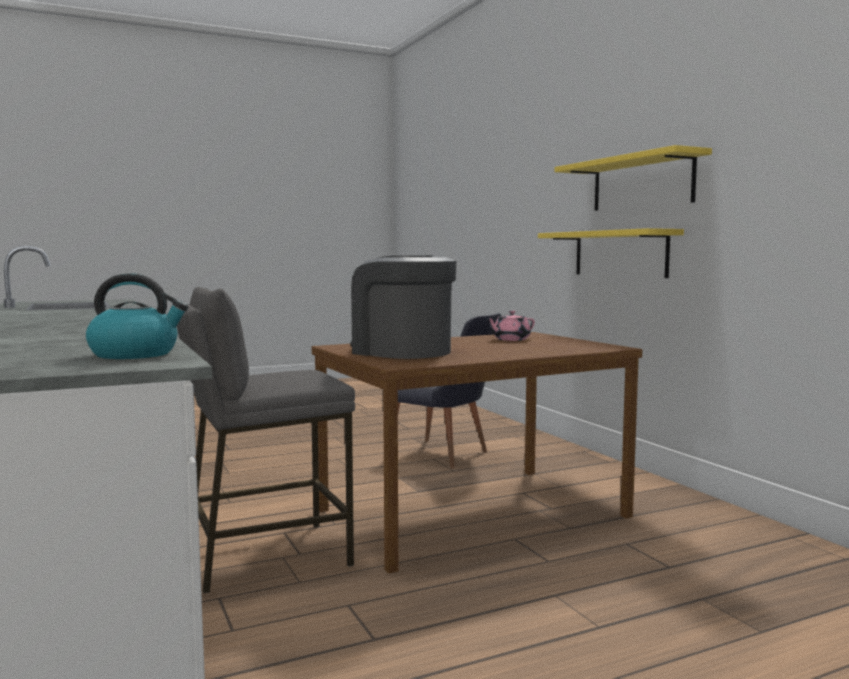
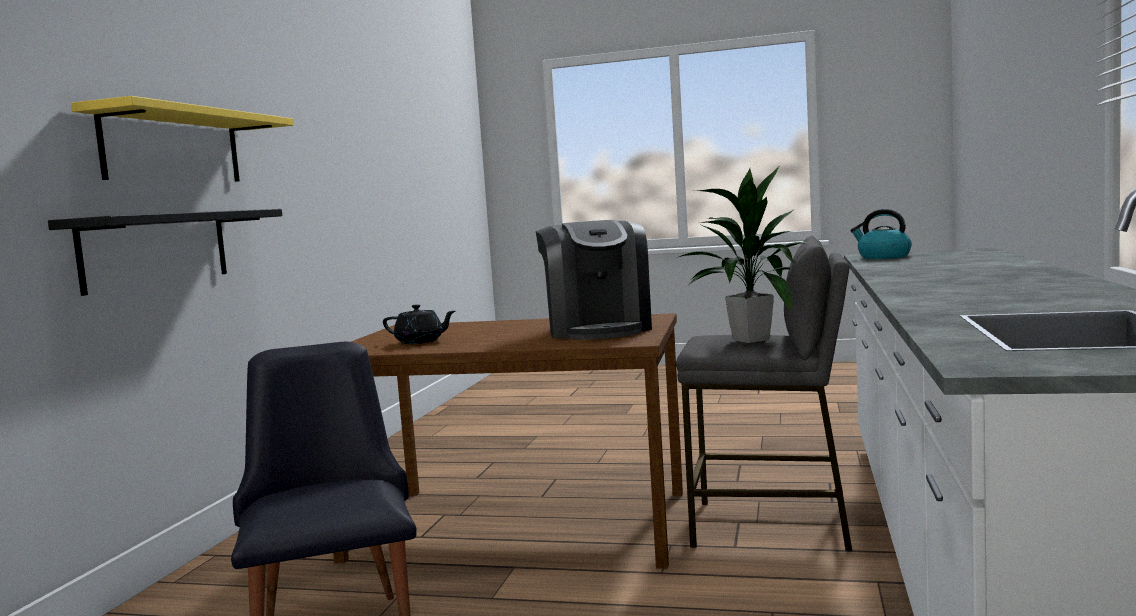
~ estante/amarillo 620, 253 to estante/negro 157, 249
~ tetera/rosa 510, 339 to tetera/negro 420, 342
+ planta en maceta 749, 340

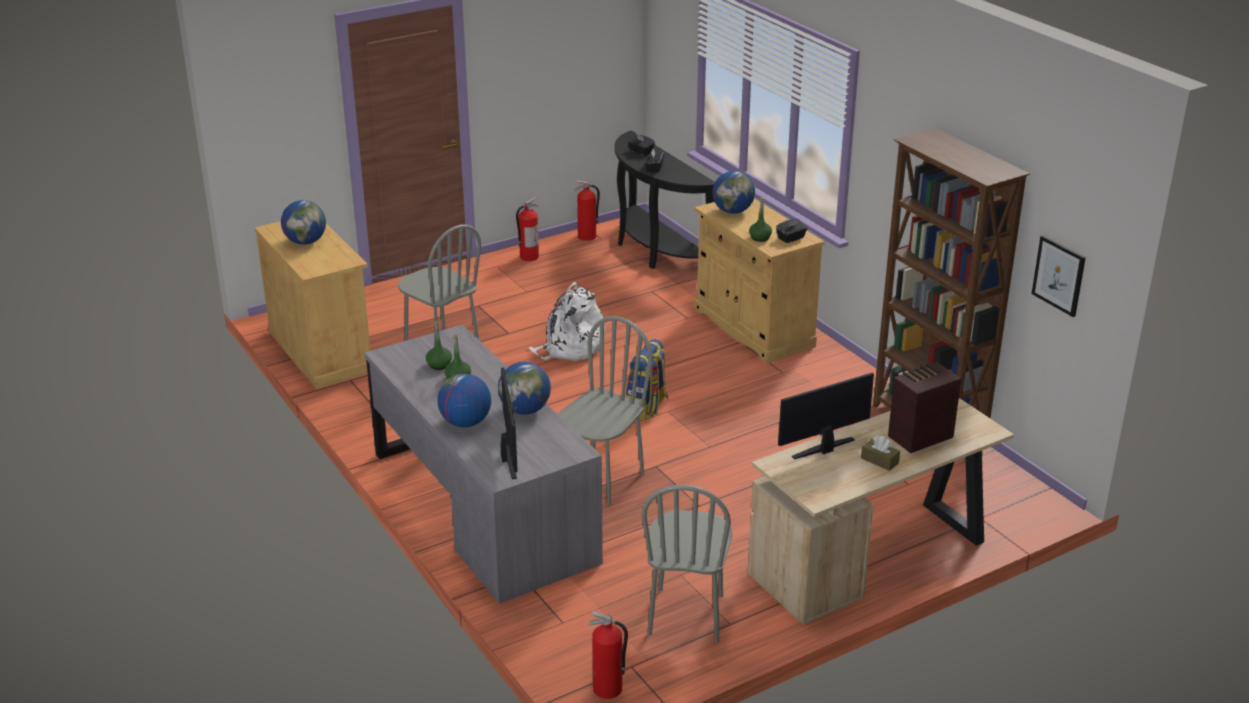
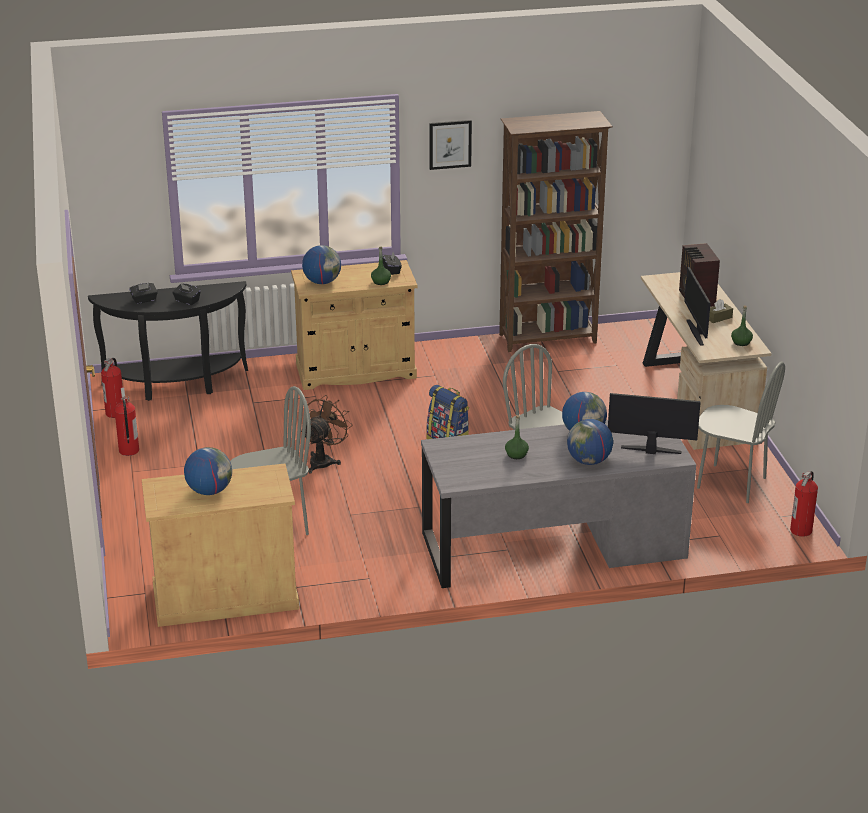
~ mochila/blanco 570, 348 to ventilador/marrón 324, 460
~ cuadro 1059, 275 to 450, 144
~ botella/verde 439, 365 to 741, 342

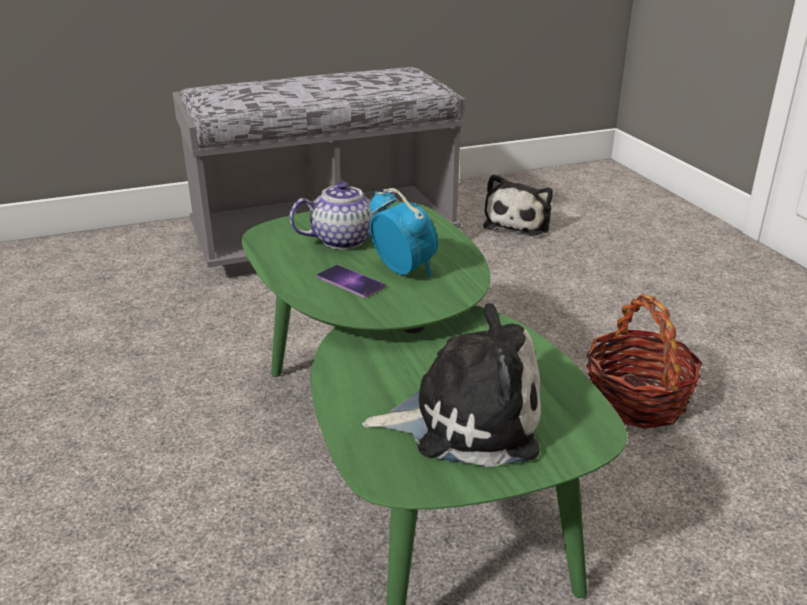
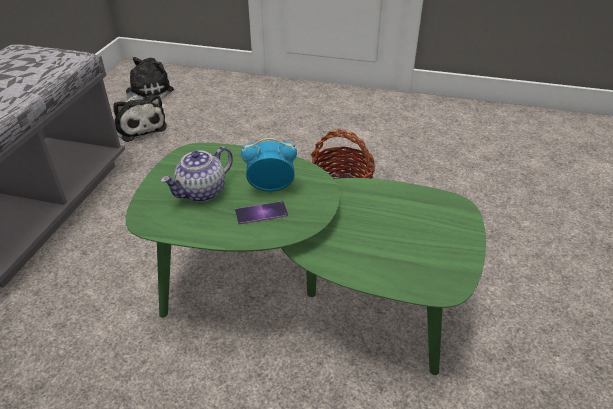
~ peluche 466, 419 to 147, 92
~ tetera 343, 240 = 202, 192 150 degrees counterclockwise

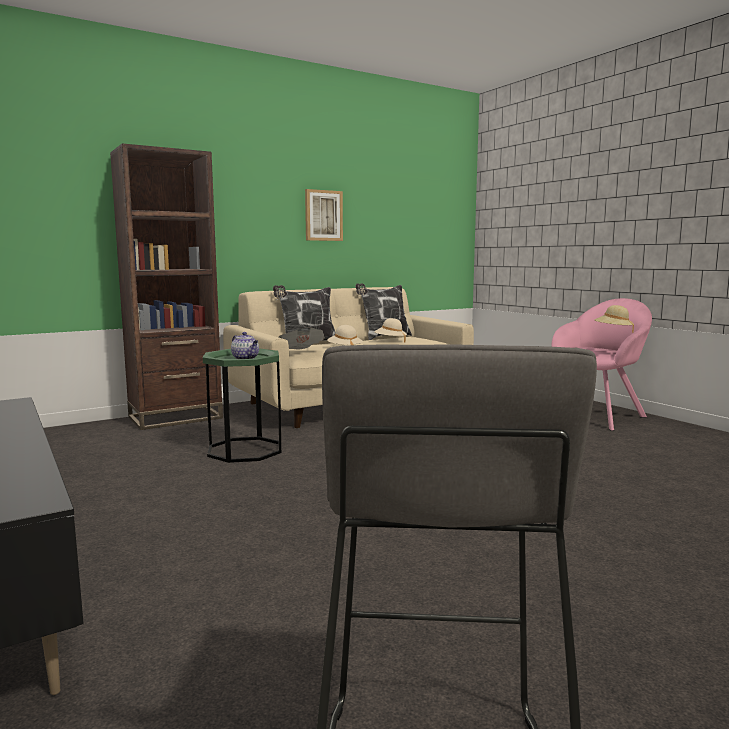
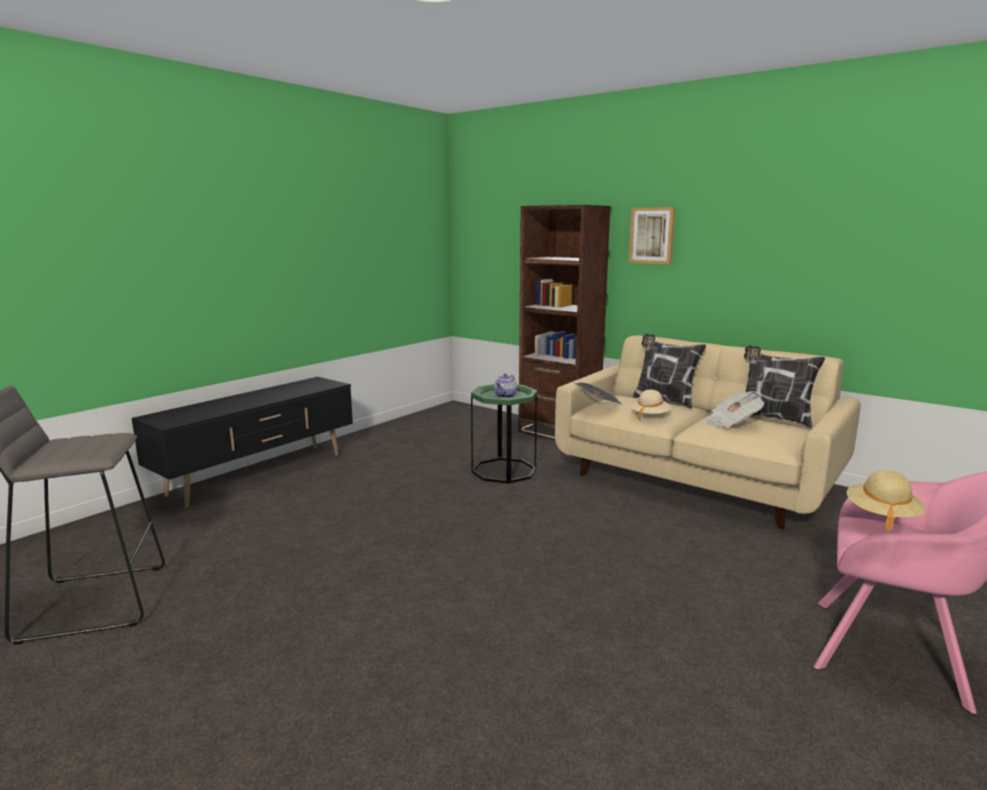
~ cuadro 323, 215 to 652, 235
~ sombrero/beis 390, 341 to periódico 731, 423

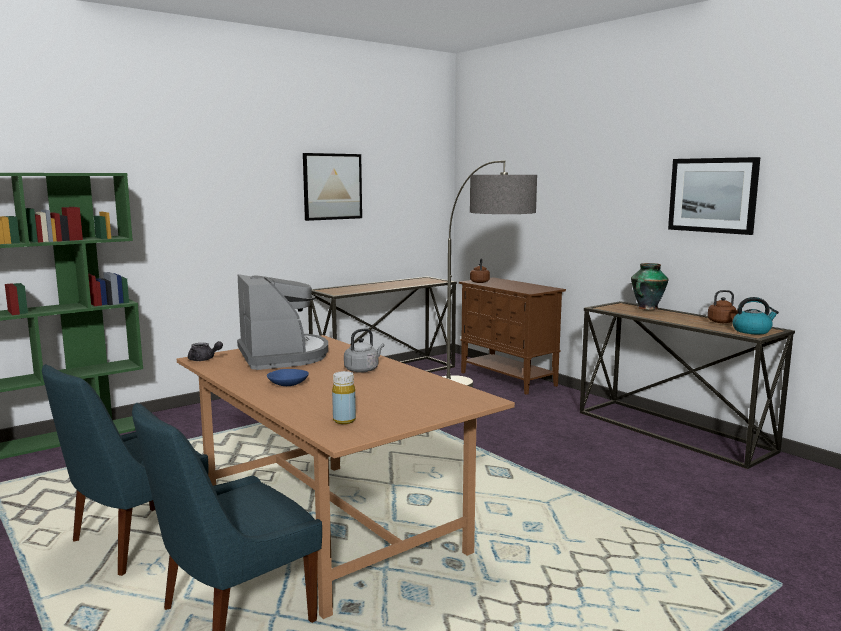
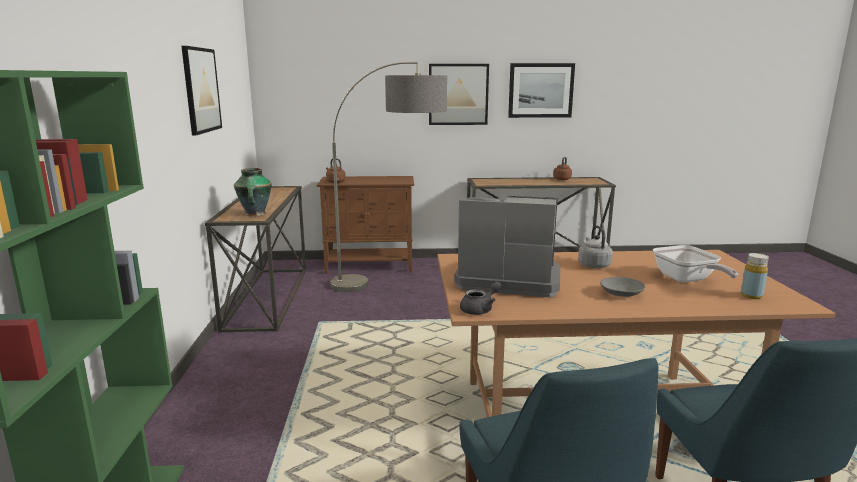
~ florero 647, 308 to 255, 214
+ cuadro 458, 94
~ cuenco/azul 288, 384 to cuenco/gris 620, 294
+ sartén 687, 280
- hervidor 752, 331

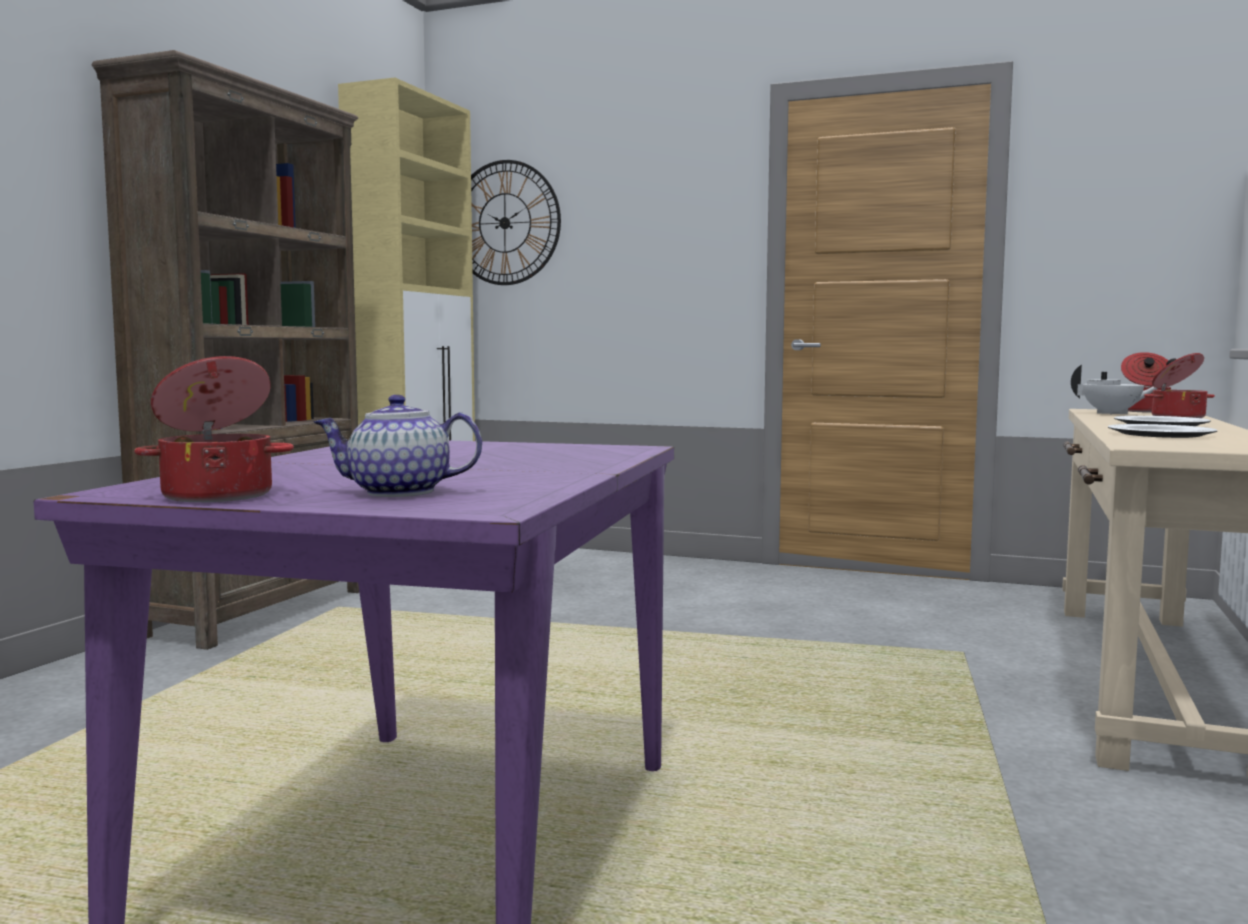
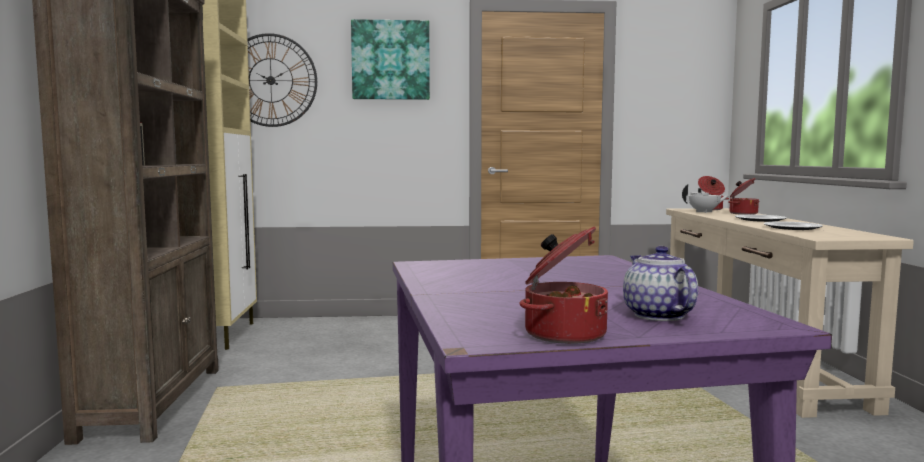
+ cuadro 390, 60
~ tetera 398, 492 = 657, 315 105 degrees clockwise

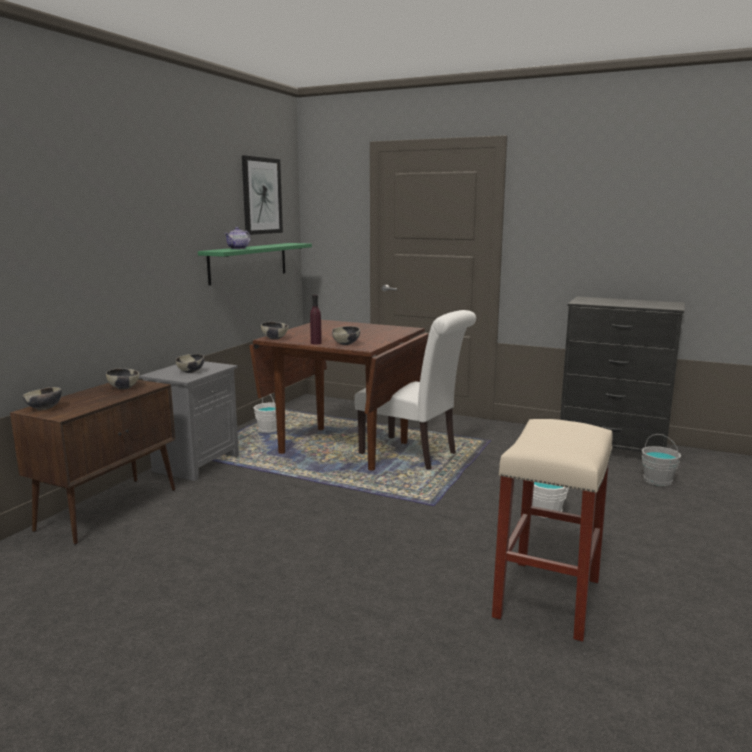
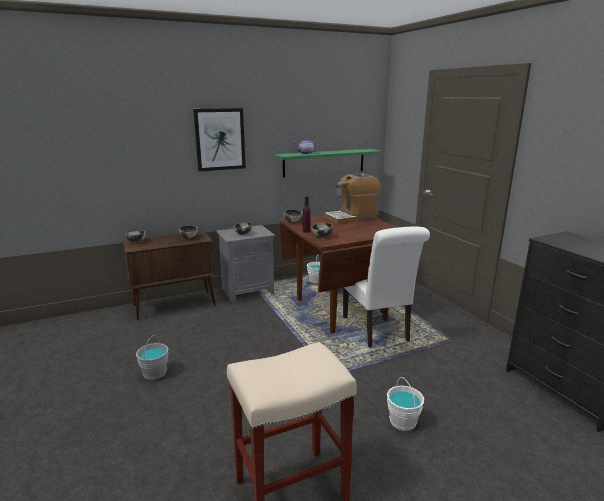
~ cubo/gris 658, 480 to 155, 373
~ cuadro 261, 196 to 220, 139
+ cafetera 351, 218

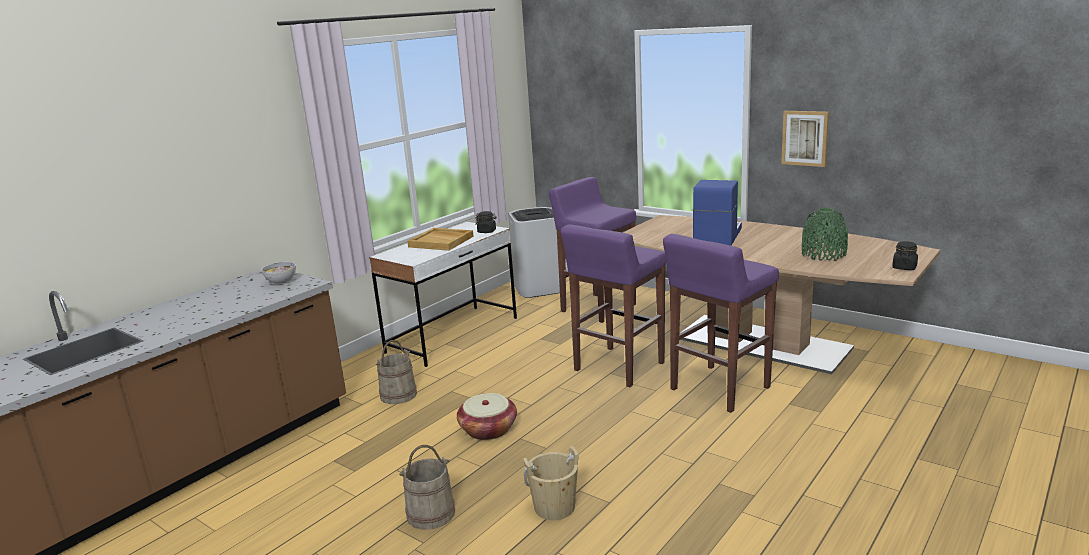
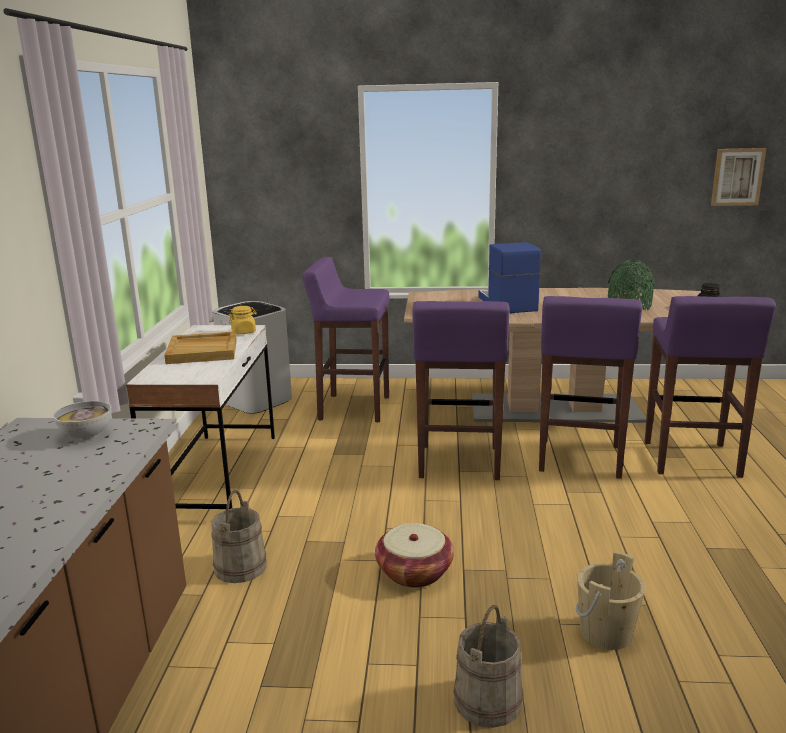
~ tarro/negro 487, 231 to tarro/amarillo 244, 332
+ taburete/morado 691, 460
~ cuadro 805, 138 to 737, 177

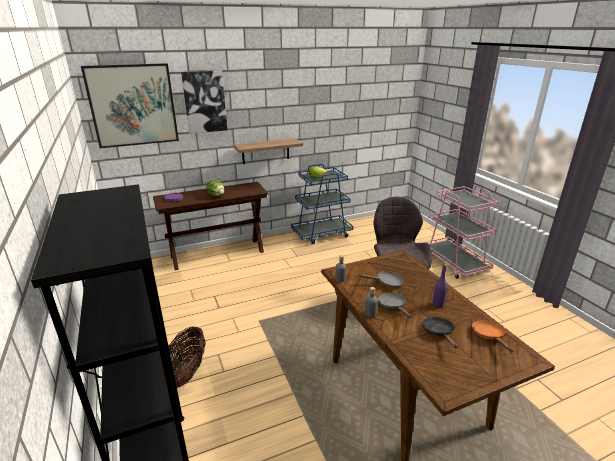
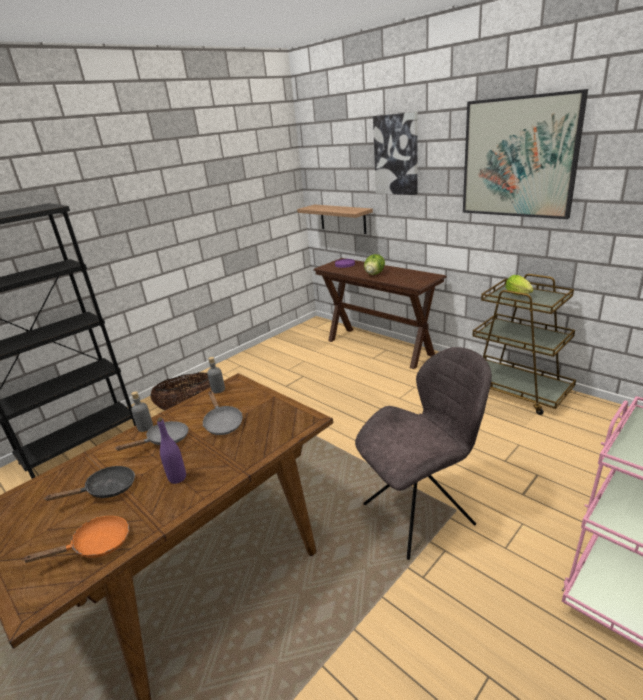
~ estante 265, 151 to 342, 218
~ cuadro 133, 105 to 518, 158
~ carrito/azul 322, 234 to carrito/marrón 516, 391

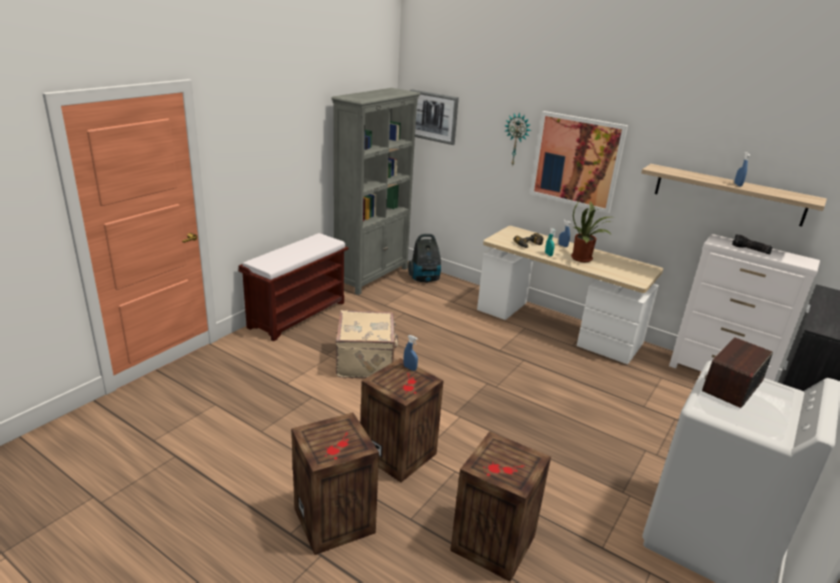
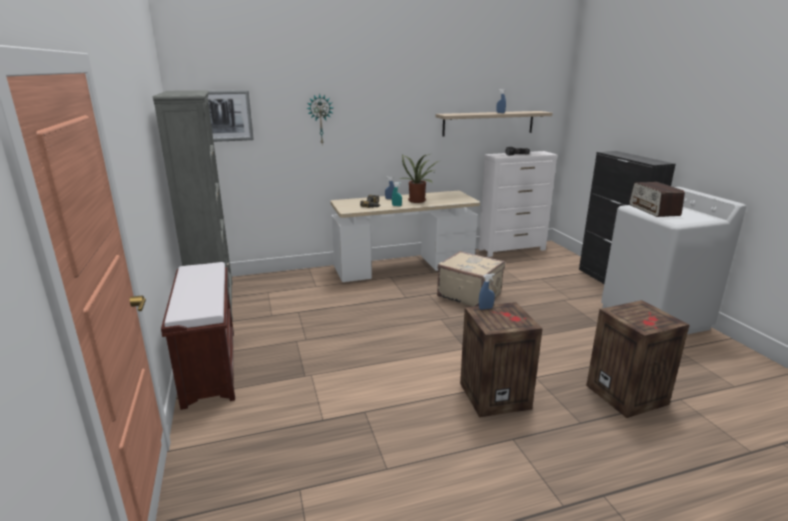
~ maleta/beis 366, 361 to 469, 295
- caja de embalaje 336, 521
- aspiradora 425, 279
- cuadro 576, 161

